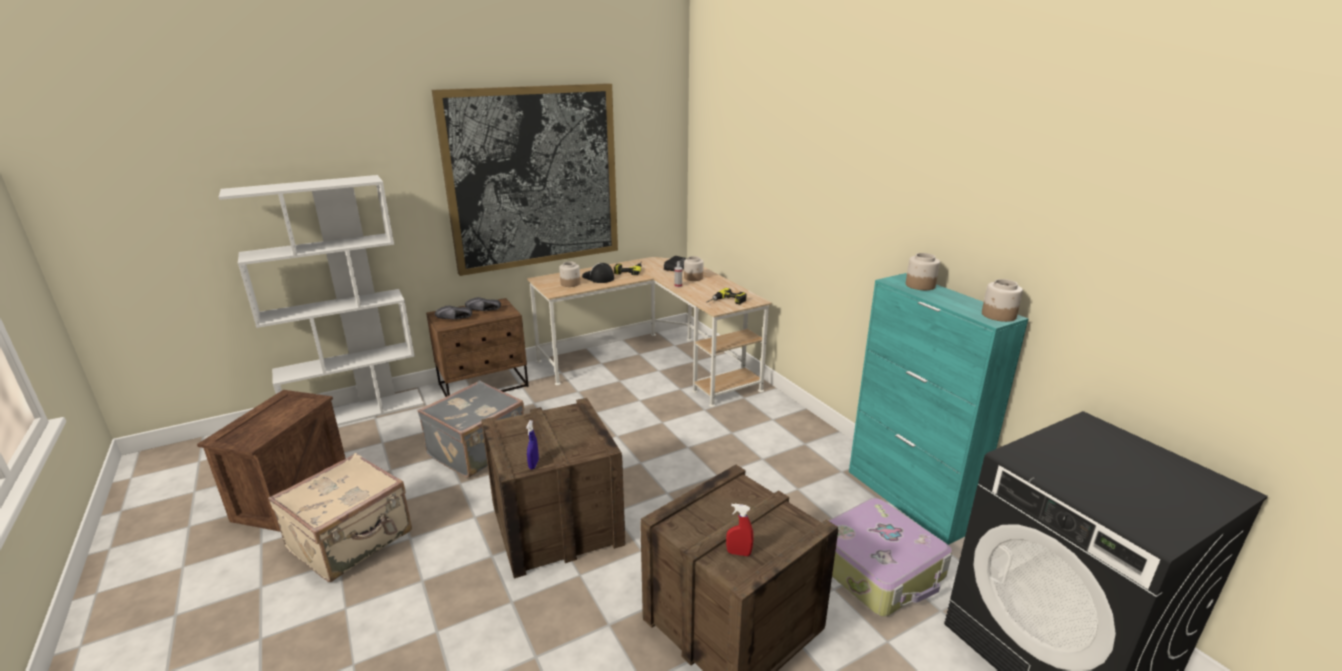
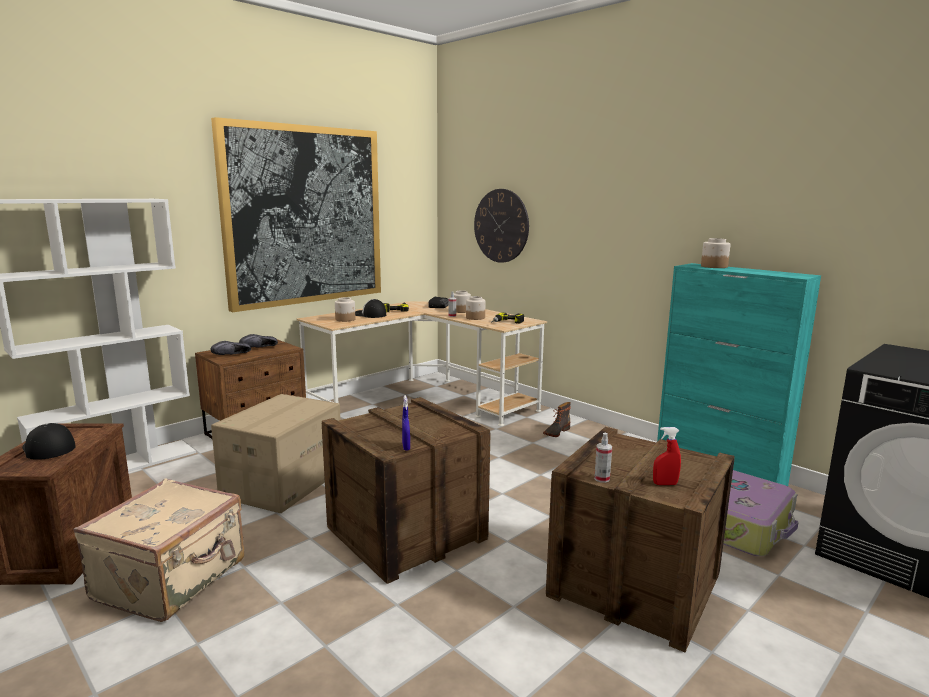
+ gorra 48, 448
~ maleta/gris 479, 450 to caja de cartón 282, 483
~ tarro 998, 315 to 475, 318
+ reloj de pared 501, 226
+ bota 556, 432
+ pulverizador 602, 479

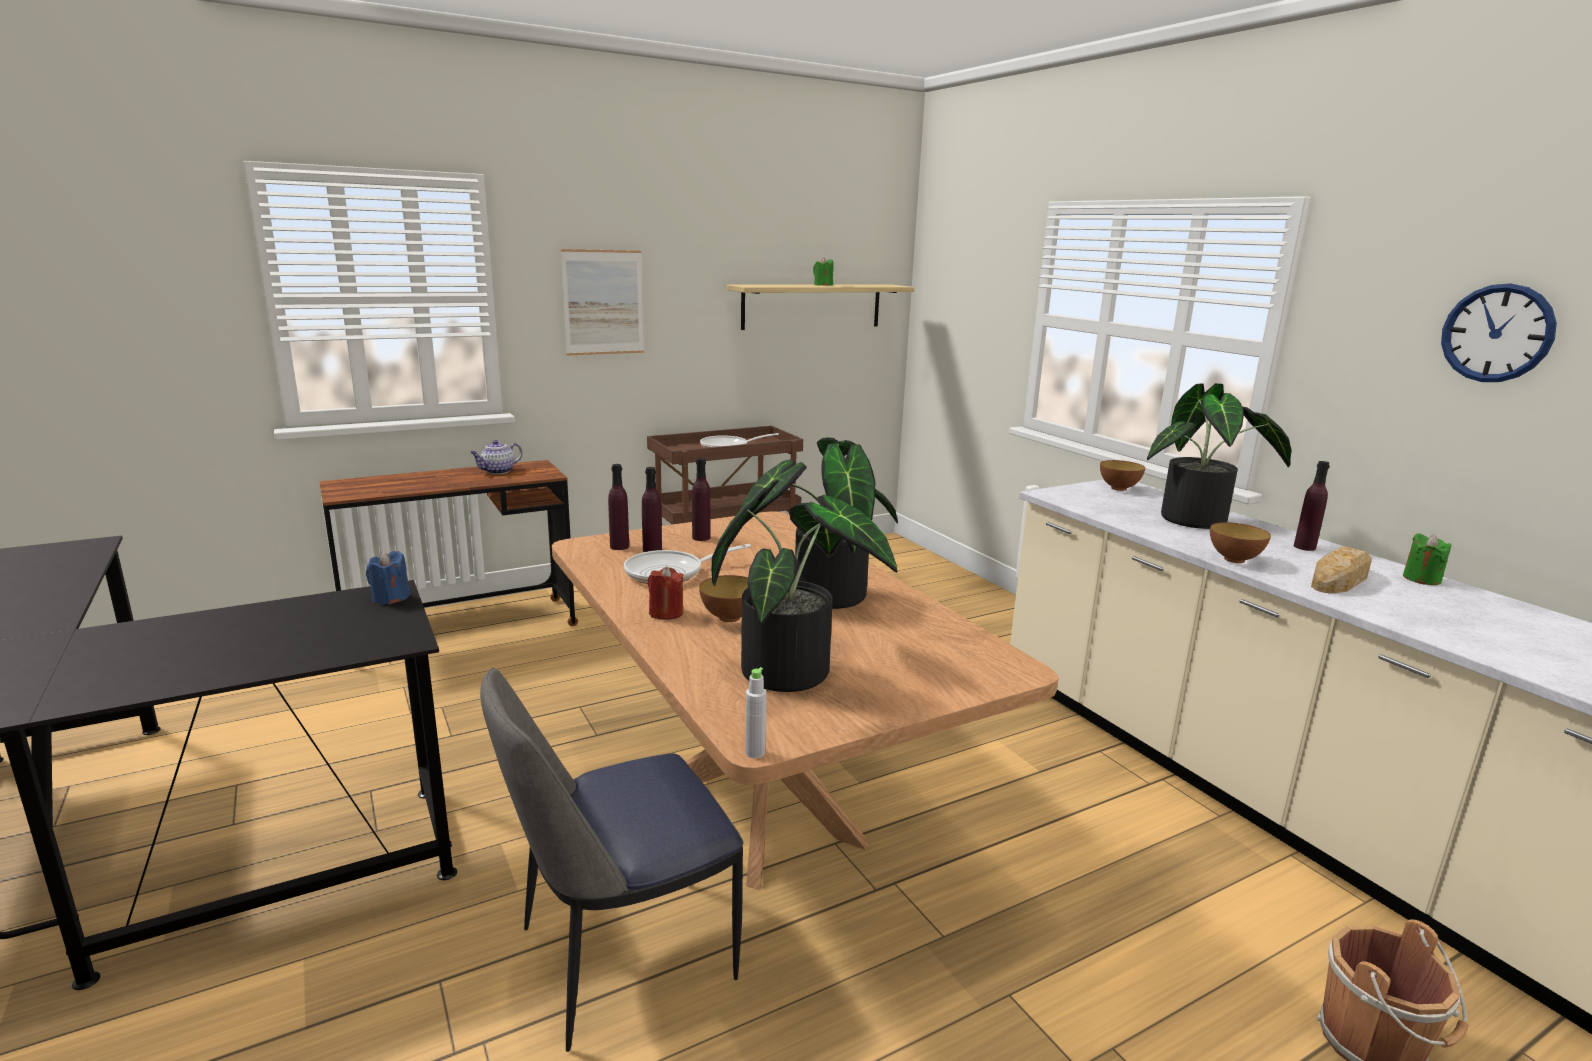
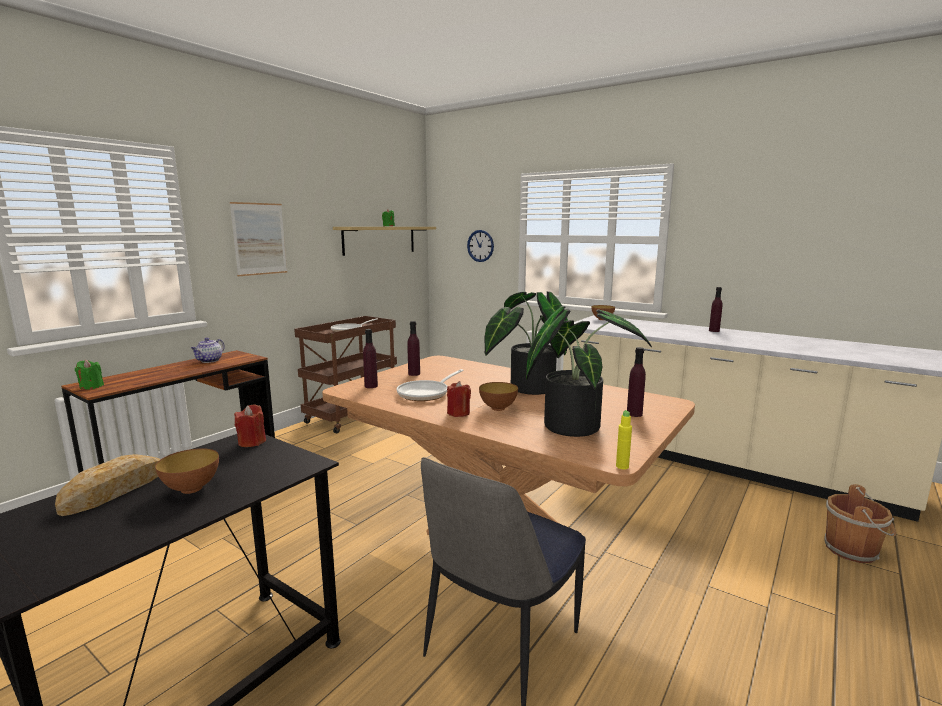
~ pan 1340, 579 to 115, 490
~ vela/verde 1421, 579 to 91, 386
~ cuenco 1234, 559 to 191, 489
~ vela/azul 390, 598 to vela/rojo 252, 442
~ reloj de pared 1497, 333 to 480, 246
~ botella/gris 755, 753 to botella/amarillo 622, 466
~ botella/morado 652, 550 to 634, 414
- planta en maceta 1201, 521

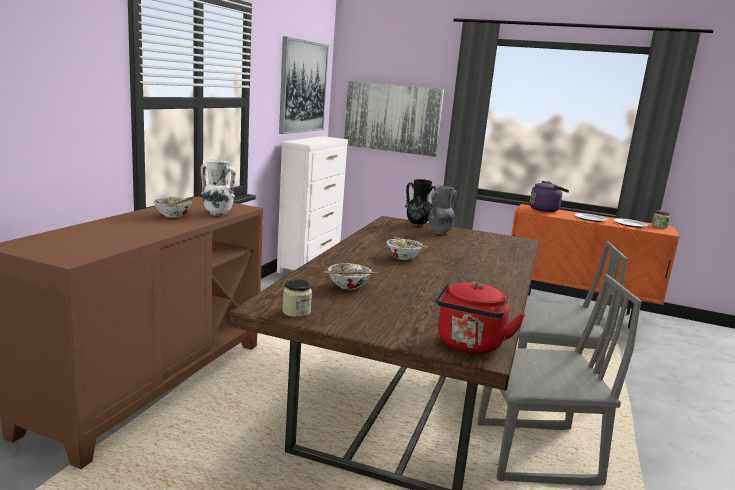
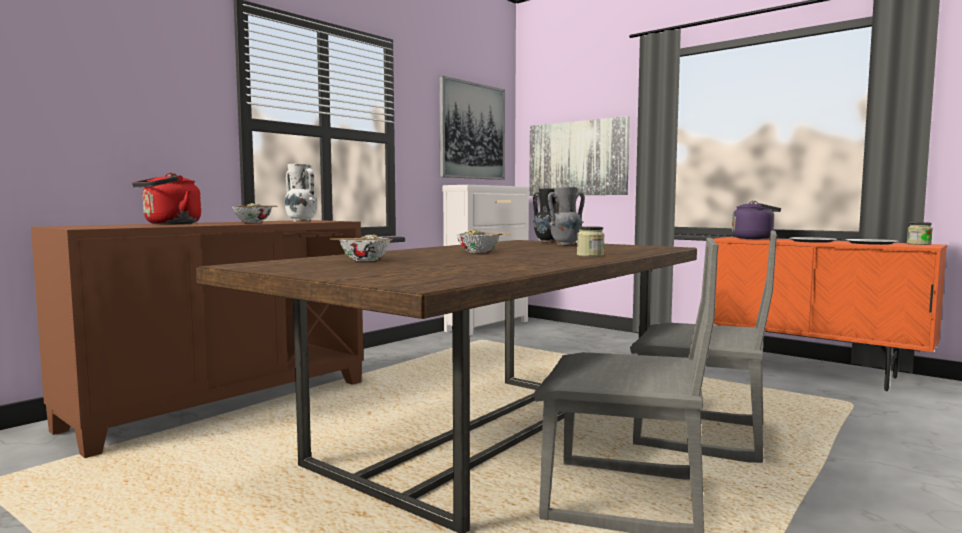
~ hervidor/rojo 469, 346 to 169, 224
~ tarro 296, 312 to 590, 255

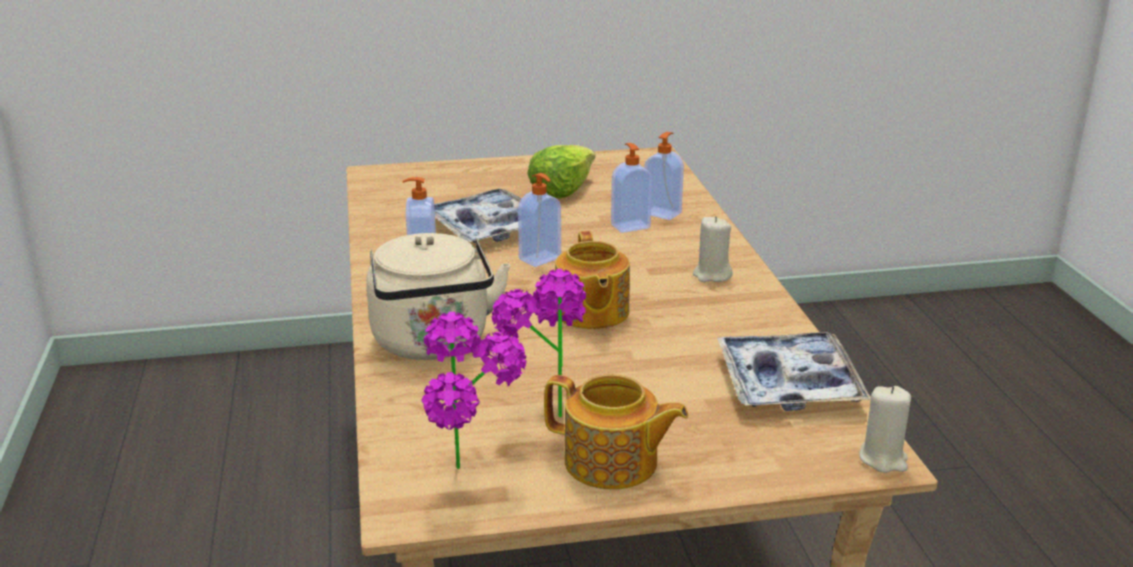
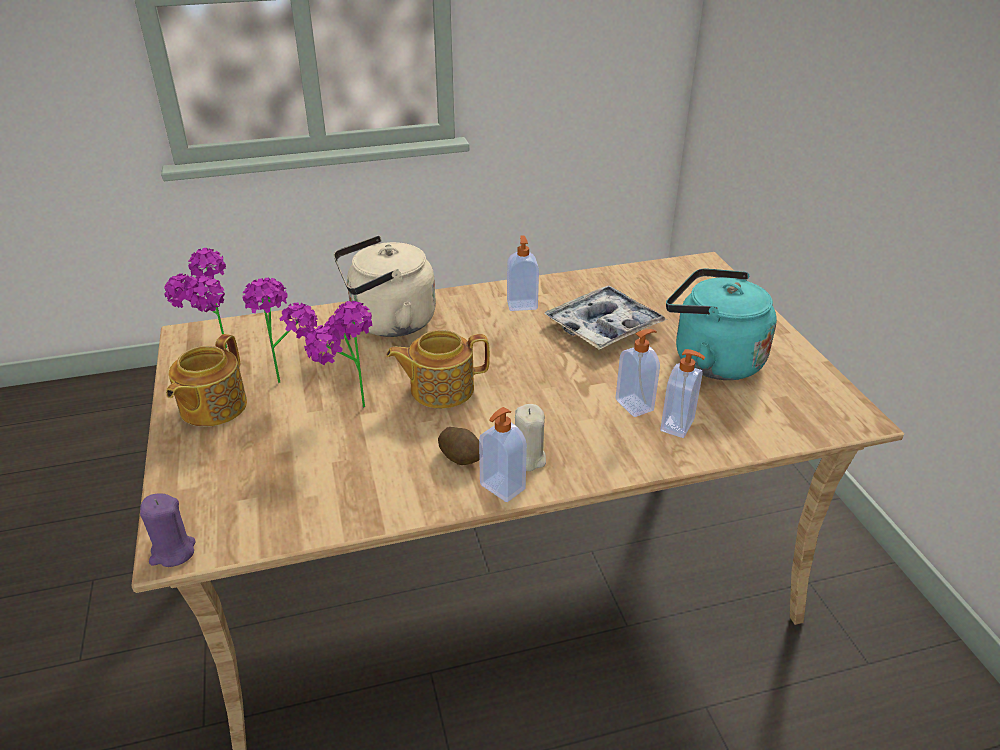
~ vela/beis 883, 459 to vela/morado 172, 552
+ planta en maceta 348, 406
+ patata 461, 457
~ dispensador de jabón 541, 259 to 501, 488
~ lechuga 561, 190 to hervidor/turquesa 711, 360
- bandeja 788, 384

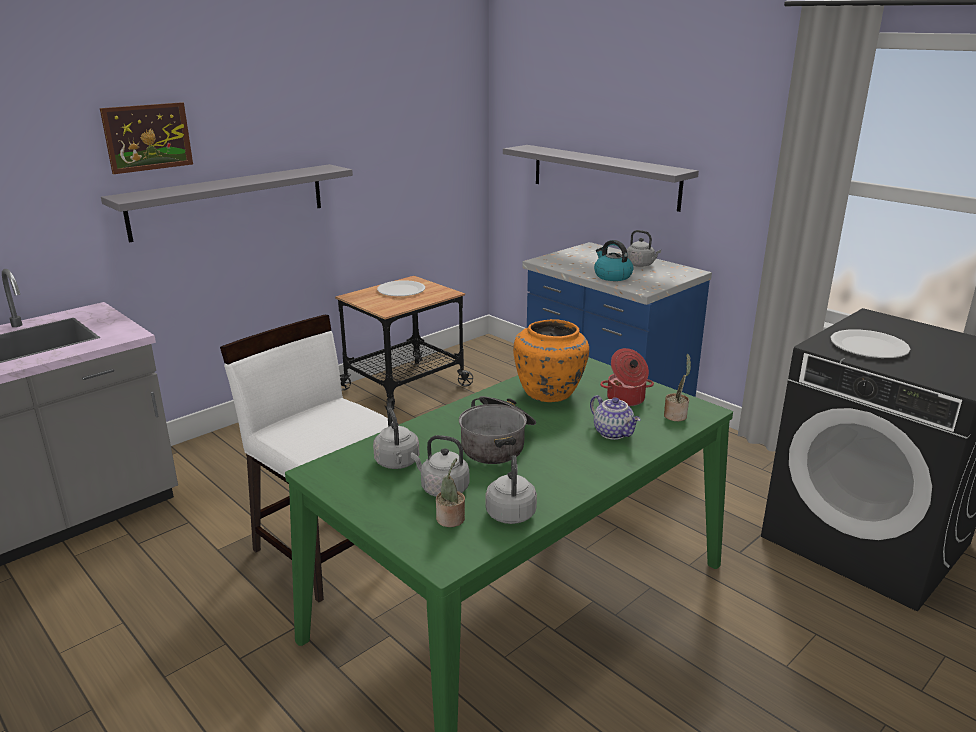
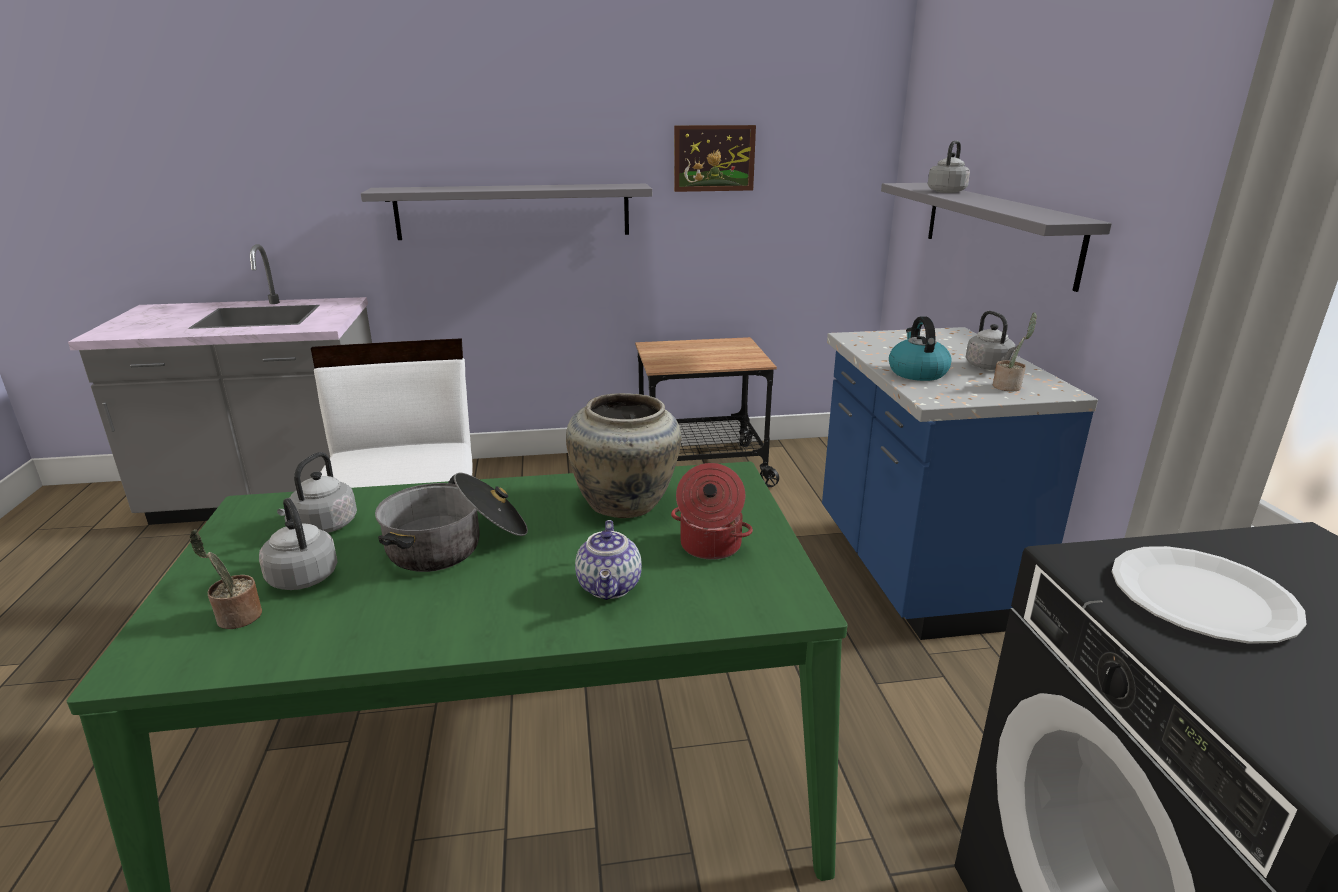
~ florero/naranja 550, 394 to florero/beis 626, 505
~ cuadro 147, 137 to 714, 158
~ hervidor/gris 511, 512 to 947, 191
~ planta en maceta 676, 415 to 1008, 387
- plato/blanco 401, 290

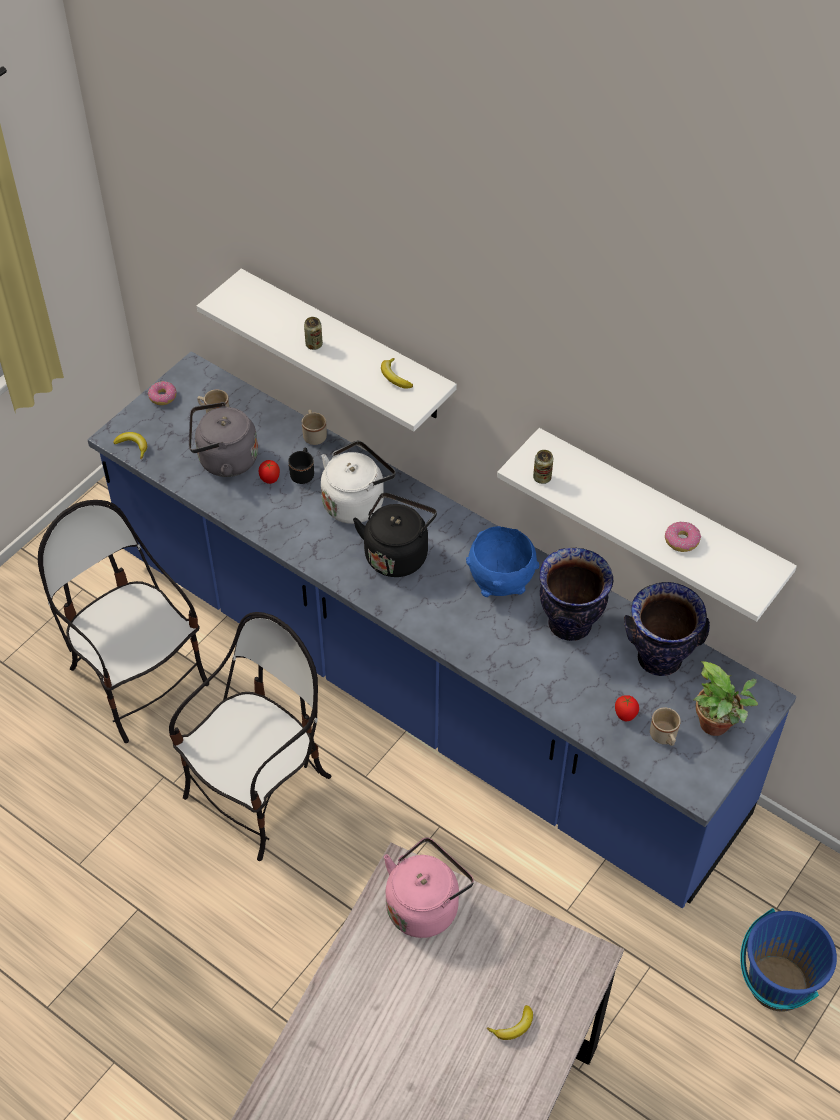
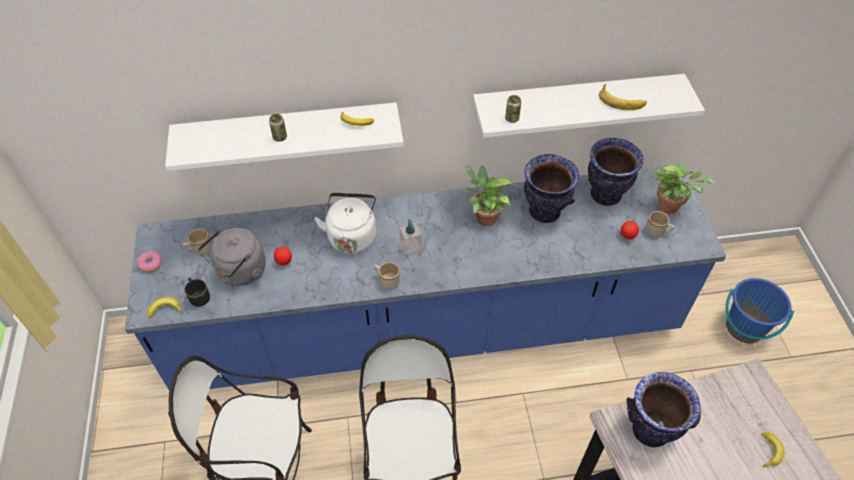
~ taza grande/negro 303, 473 to 199, 296
~ taza grande/beis 314, 434 to 387, 280
~ hervidor/negro 397, 553 to dispensador de jabón 410, 246
~ cuenco/azul 501, 581 to planta en maceta 483, 217
~ rosquilla 682, 540 to plátano 621, 99
~ hervidor/rosa 425, 905 to florero 650, 429

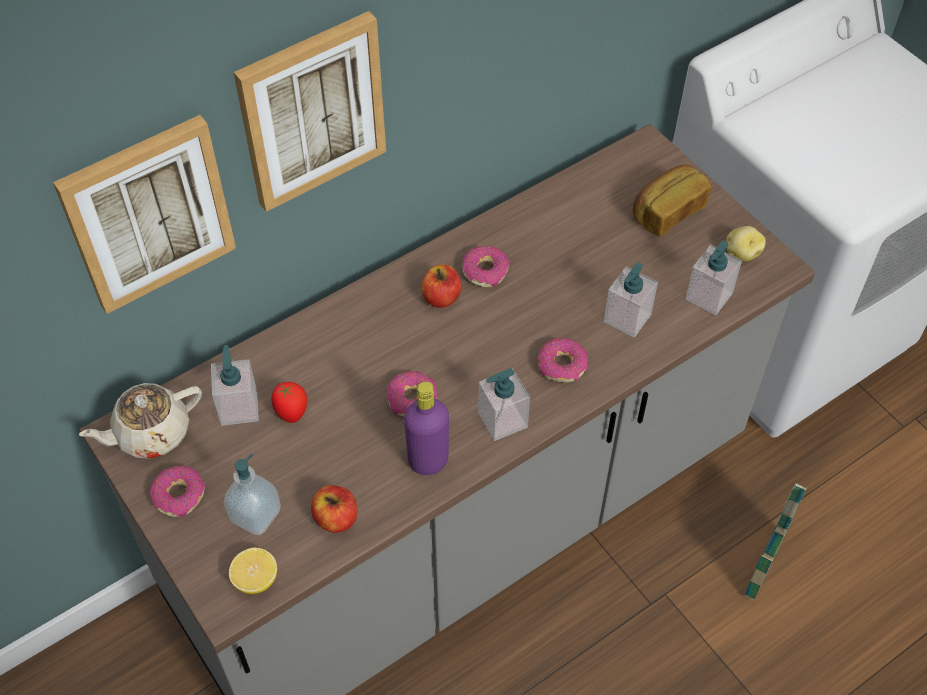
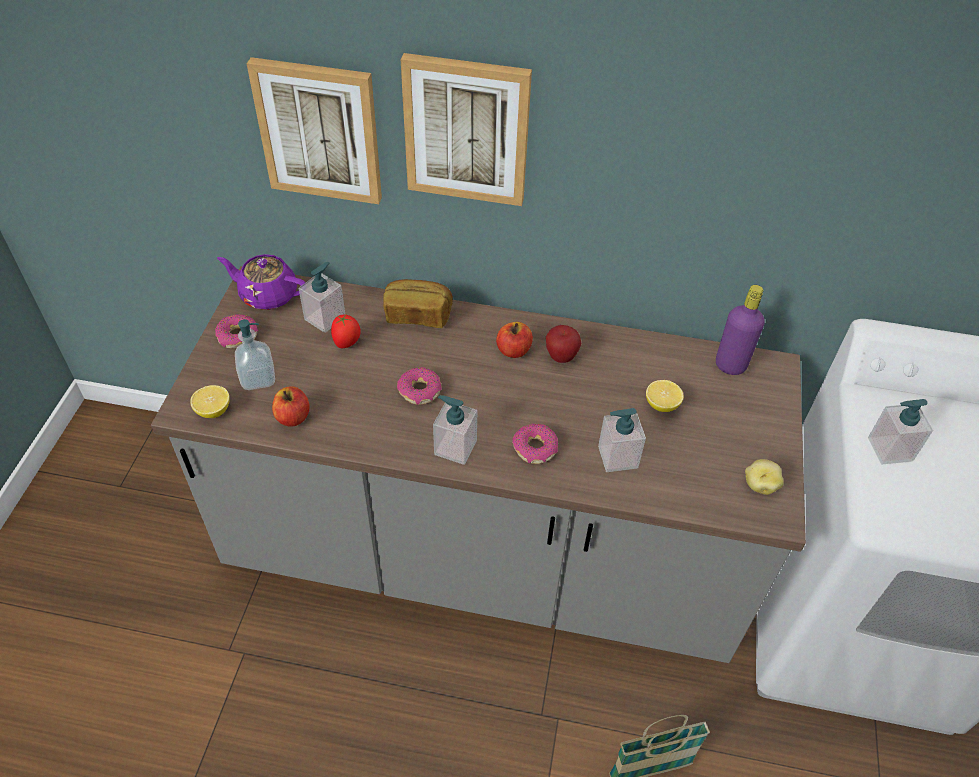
~ tetera/beis 151, 433 to tetera/morado 267, 295
~ pan 667, 212 to 417, 315
~ rosquilla 485, 271 to manzana 561, 357
+ limón 661, 405
~ botella/morado 428, 460 to 730, 365
~ dispensador de jabón 708, 296 to 889, 449

